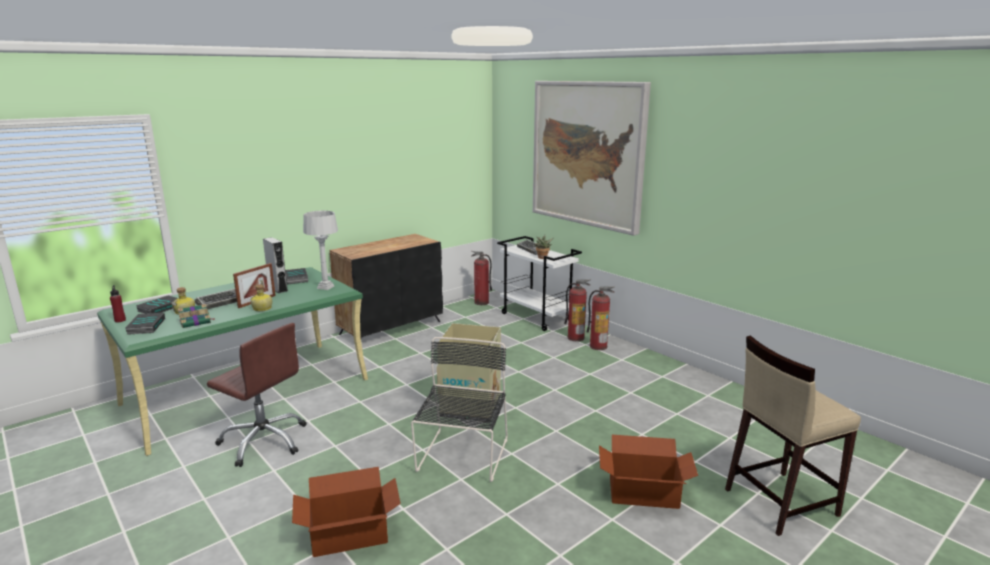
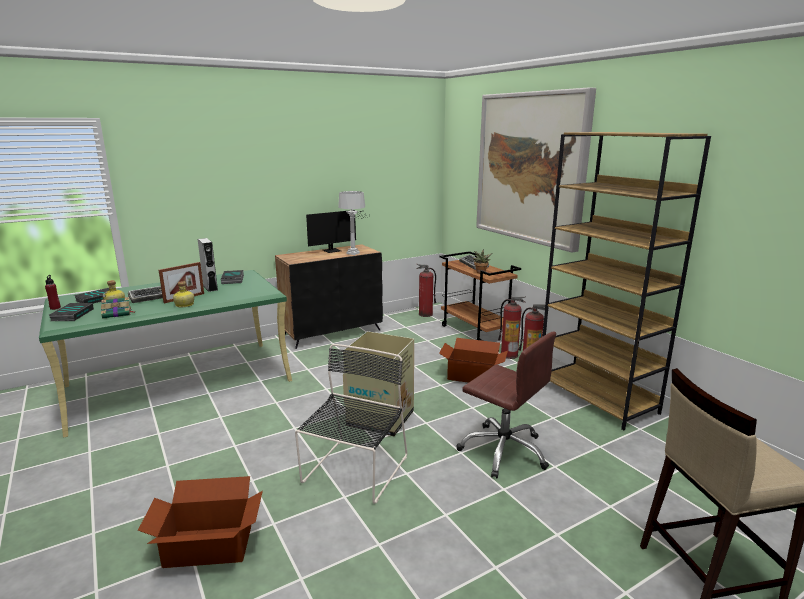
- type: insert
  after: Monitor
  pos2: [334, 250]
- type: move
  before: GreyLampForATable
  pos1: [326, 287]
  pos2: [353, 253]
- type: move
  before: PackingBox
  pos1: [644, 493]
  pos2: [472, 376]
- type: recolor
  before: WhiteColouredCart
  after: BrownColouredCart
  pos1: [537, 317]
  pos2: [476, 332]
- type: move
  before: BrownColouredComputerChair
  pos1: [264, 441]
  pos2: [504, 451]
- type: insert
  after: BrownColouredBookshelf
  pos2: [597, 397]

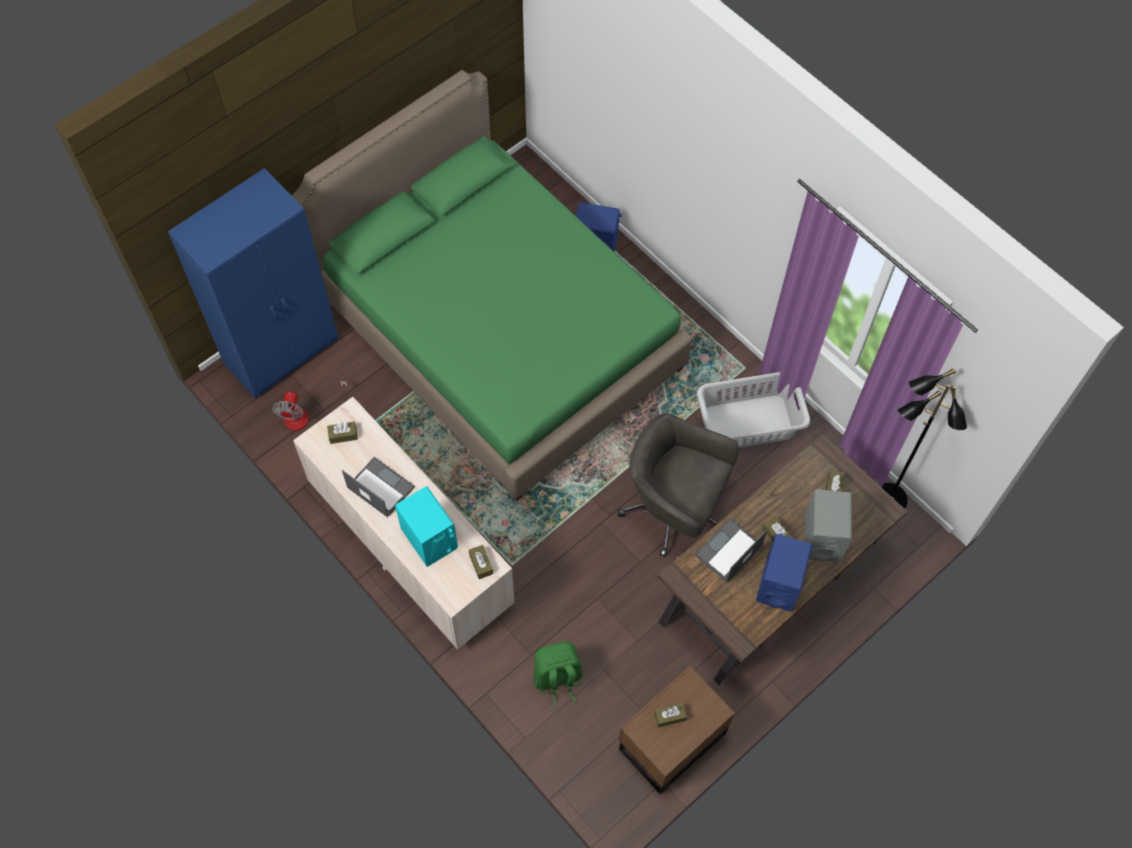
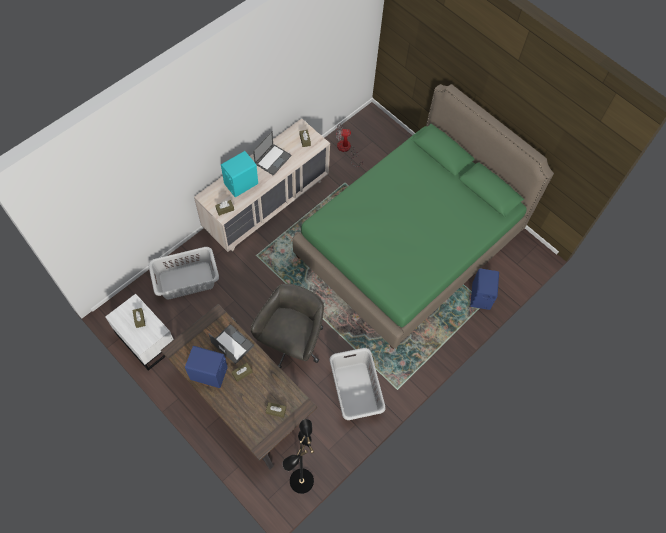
- type: recolor
  before: BrownColouredNightstand
  after: WhiteColouredNightstand
  pos1: [670, 740]
  pos2: [146, 339]
- type: replace
  before: GreenColouredBackpack
  after: GreyLaundryBasket
  pos1: [557, 679]
  pos2: [186, 280]
- type: delete
  before: BluishClothesCupboard
  pos1: [283, 352]
- type: delete
  before: GreySpeaker
  pos1: [822, 537]

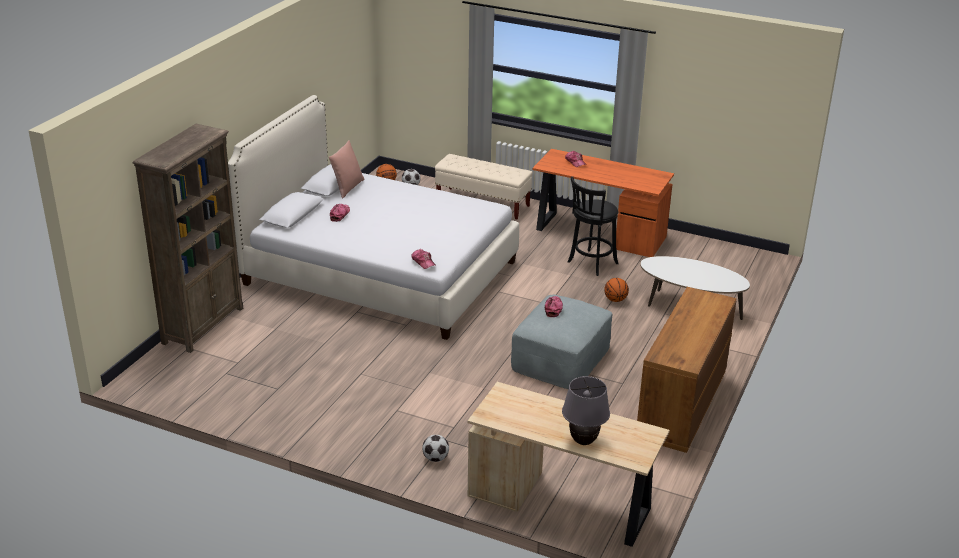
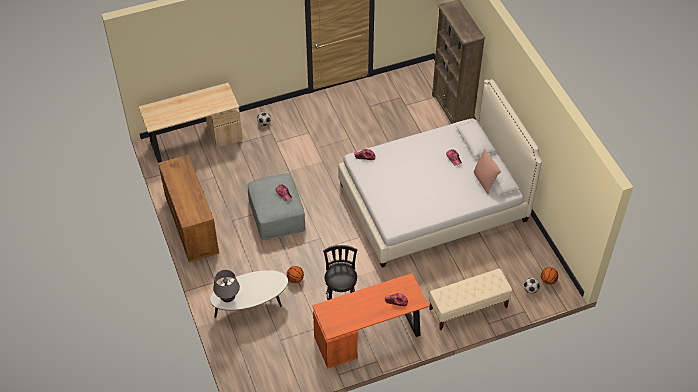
- type: move
  before: GreyLampForATable
  pos1: [583, 441]
  pos2: [228, 299]

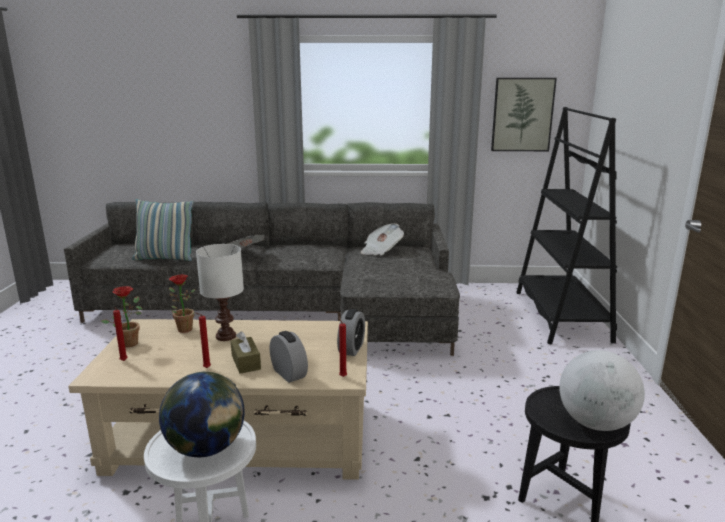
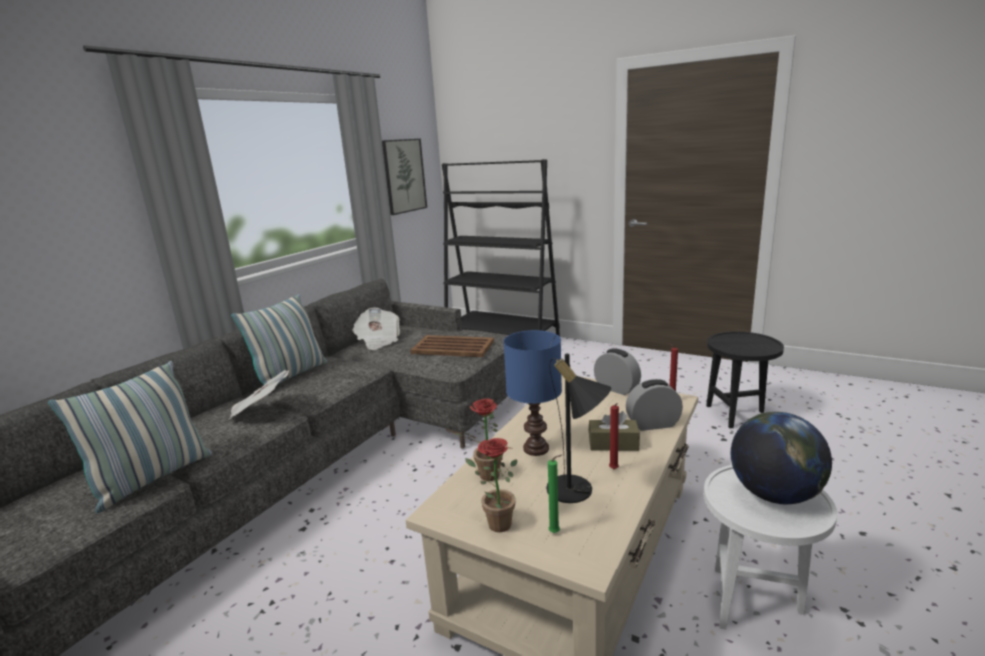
- type: insert
  after: ThrowPillow
  pos2: [290, 376]
- type: insert
  after: BrownColouredTray
  pos2: [453, 347]
- type: recolor
  before: WhiteColouredLampForATable
  after: BluishLampForATable
  pos1: [225, 336]
  pos2: [535, 449]
- type: insert
  after: BlackLampForATable
  pos2: [577, 492]
- type: recolor
  before: ReddishCandle
  after: GreenColouredCandle
  pos1: [123, 361]
  pos2: [556, 533]
- type: delete
  before: WorldGlobe
  pos1: [595, 423]

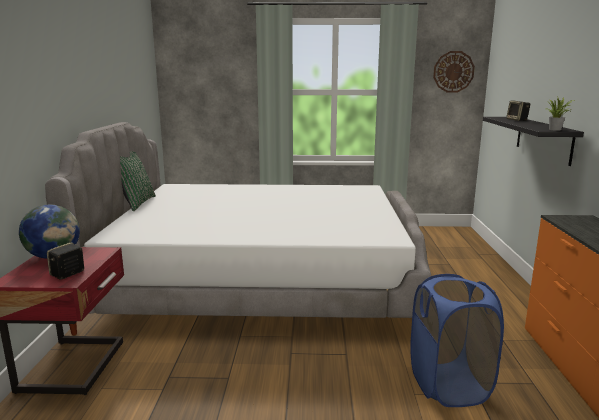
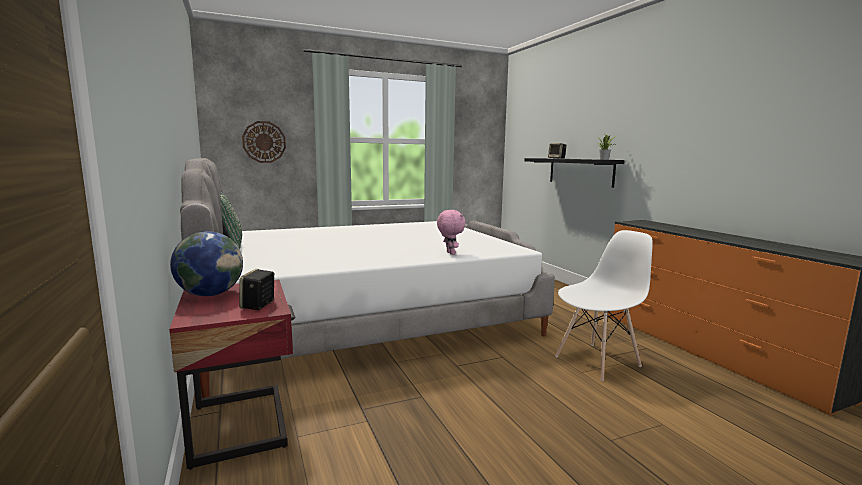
- type: move
  before: ClockOnTheWall
  pos1: [453, 72]
  pos2: [264, 142]
- type: insert
  after: PinkCuddlyToy
  pos2: [450, 253]
- type: replace
  before: BluishLaundryBasket
  after: WhiteColouredUprightChair
  pos1: [449, 385]
  pos2: [597, 361]

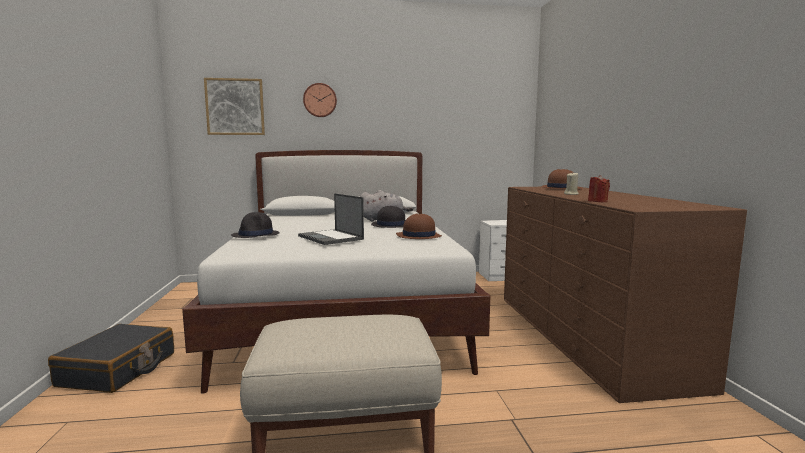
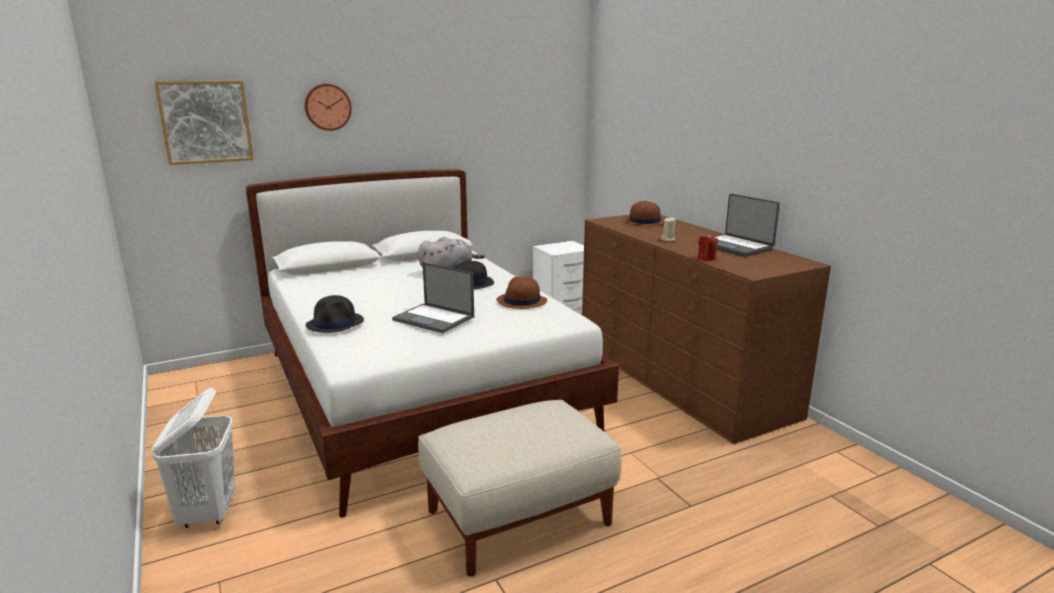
- type: replace
  before: BlackPieceOfLuggage
  after: WhiteColouredLaundryBasket
  pos1: [118, 370]
  pos2: [208, 512]
- type: insert
  after: NotebookComputer
  pos2: [736, 247]

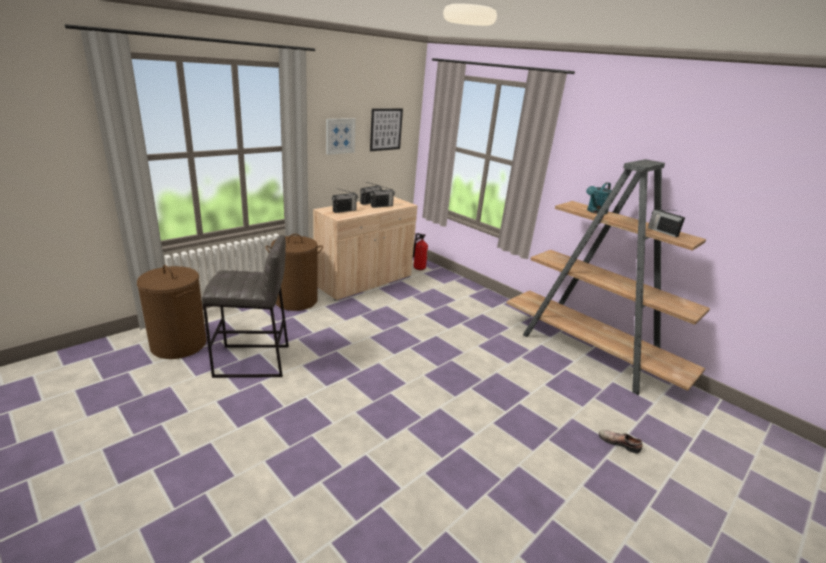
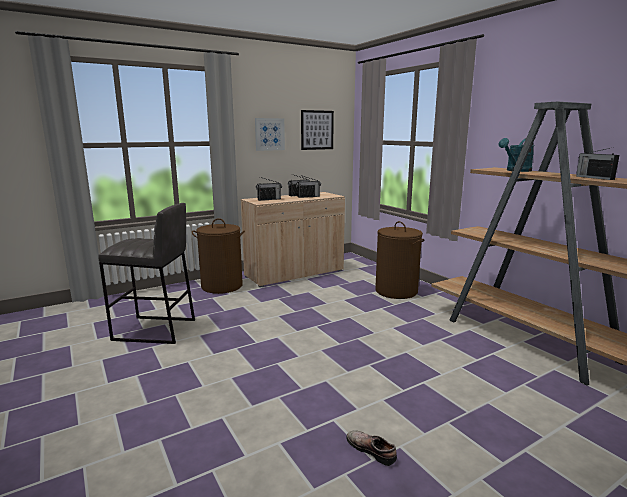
- type: move
  before: ItemOfFootwear
  pos1: [618, 442]
  pos2: [372, 449]
- type: move
  before: BrownColouredLaundryBasket
  pos1: [179, 344]
  pos2: [396, 291]
- type: delete
  before: FireExtinguisher
  pos1: [417, 268]

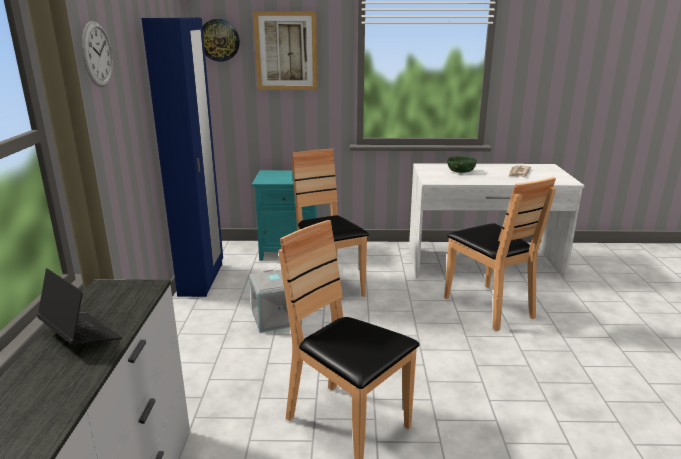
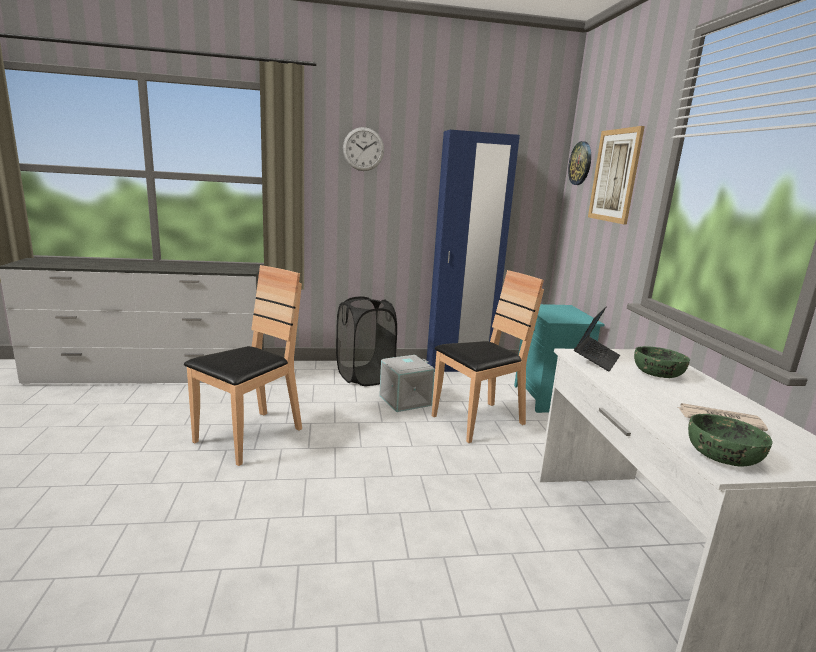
- type: insert
  after: BlackLaundryBasket
  pos2: [364, 376]
- type: move
  before: NotebookComputer
  pos1: [80, 335]
  pos2: [596, 359]
- type: insert
  after: GreenColouredDeepDish
  pos2: [723, 456]
- type: delete
  before: BrownColouredUprightChair
  pos1: [488, 306]

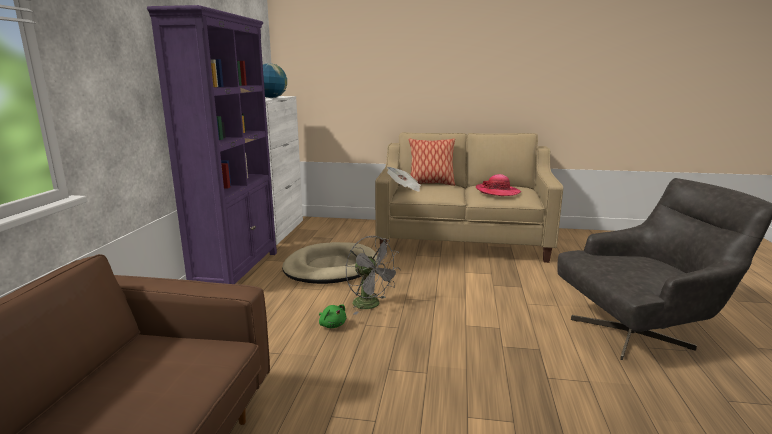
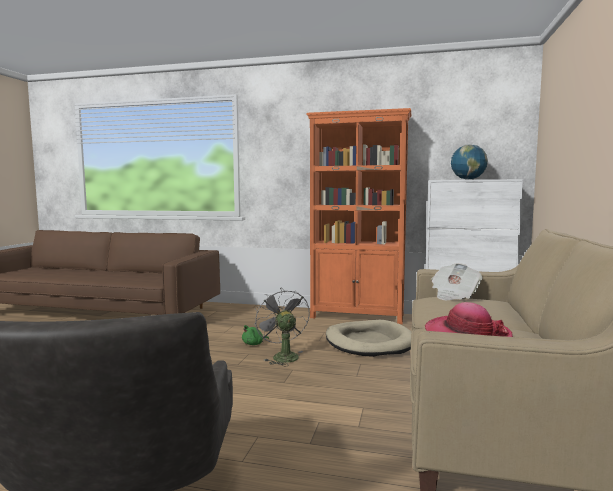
- type: rotate
  before: GreyElectricFan
  pos1: [371, 305]
  pos2: [282, 356]
  turn: 105
- type: recolor
  before: PurpleColouredBookshelf
  after: OrangeBookshelf
  pos1: [237, 271]
  pos2: [358, 316]
- type: delete
  before: ThrowPillow
  pos1: [431, 184]

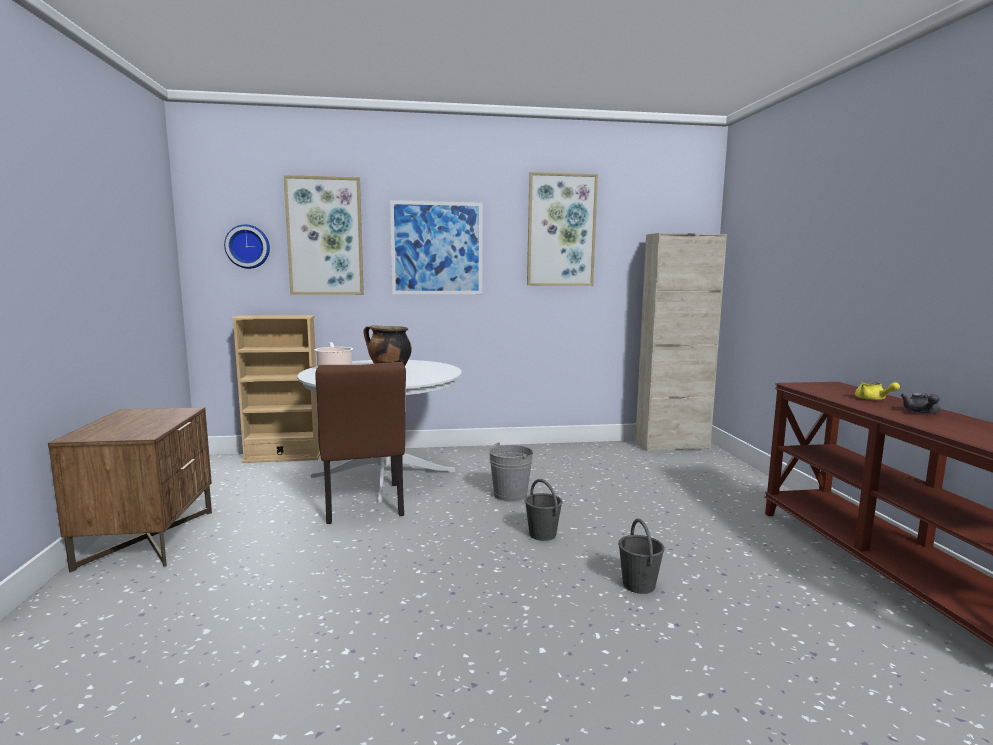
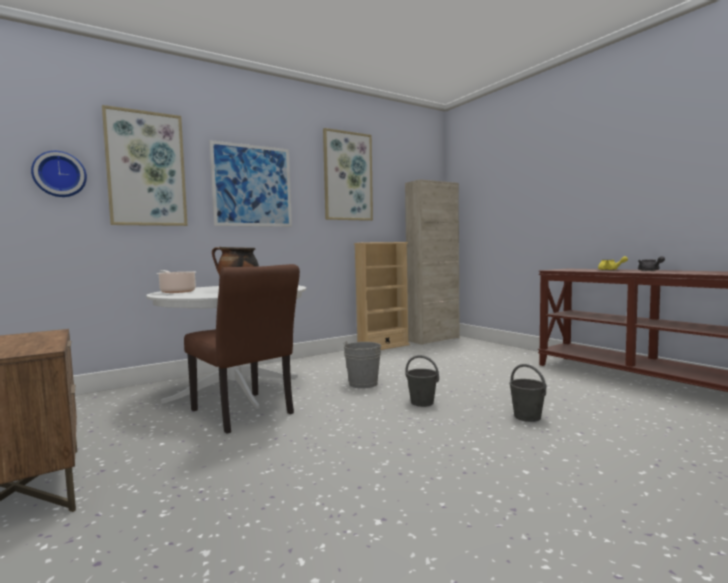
- type: move
  before: BeigeBookshelf
  pos1: [283, 457]
  pos2: [383, 347]

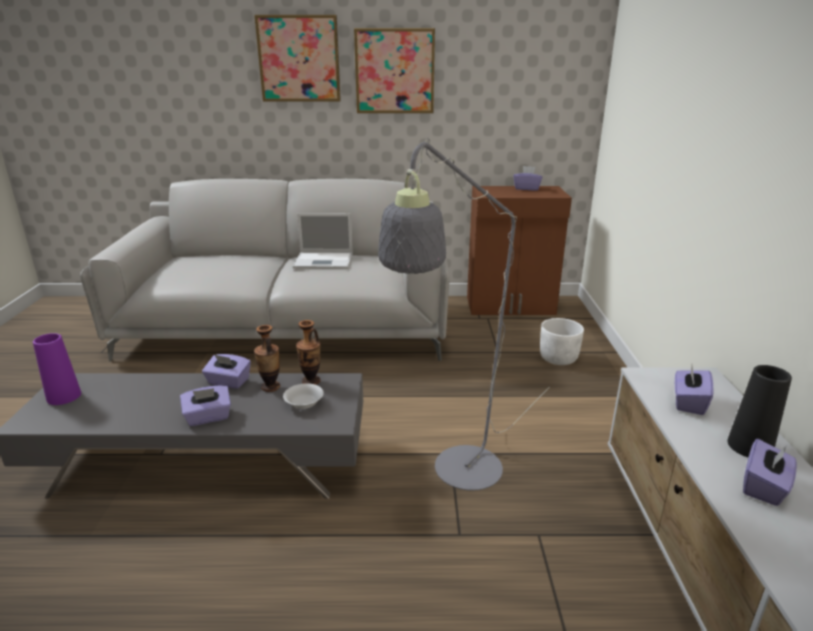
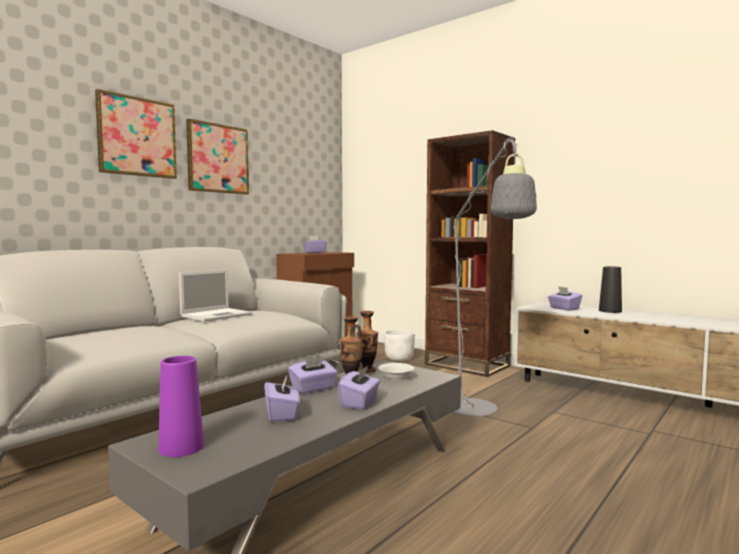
- type: move
  before: PurpleColouredBoxOfTissues
  pos1: [764, 487]
  pos2: [282, 414]
- type: insert
  after: BrownColouredBookshelf
  pos2: [466, 365]

